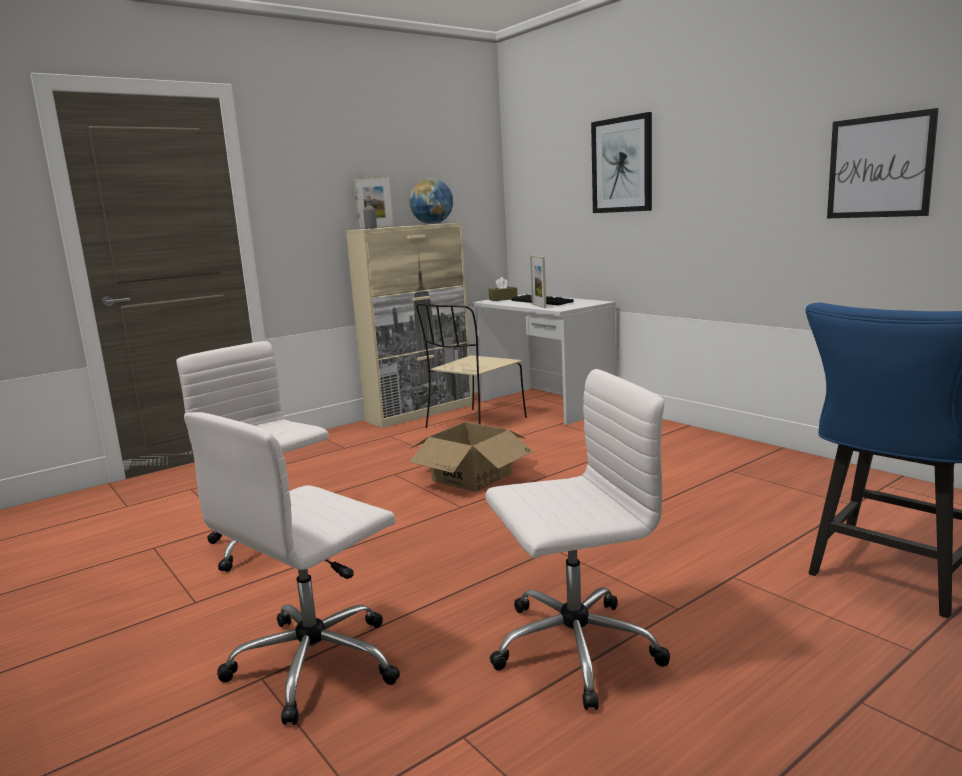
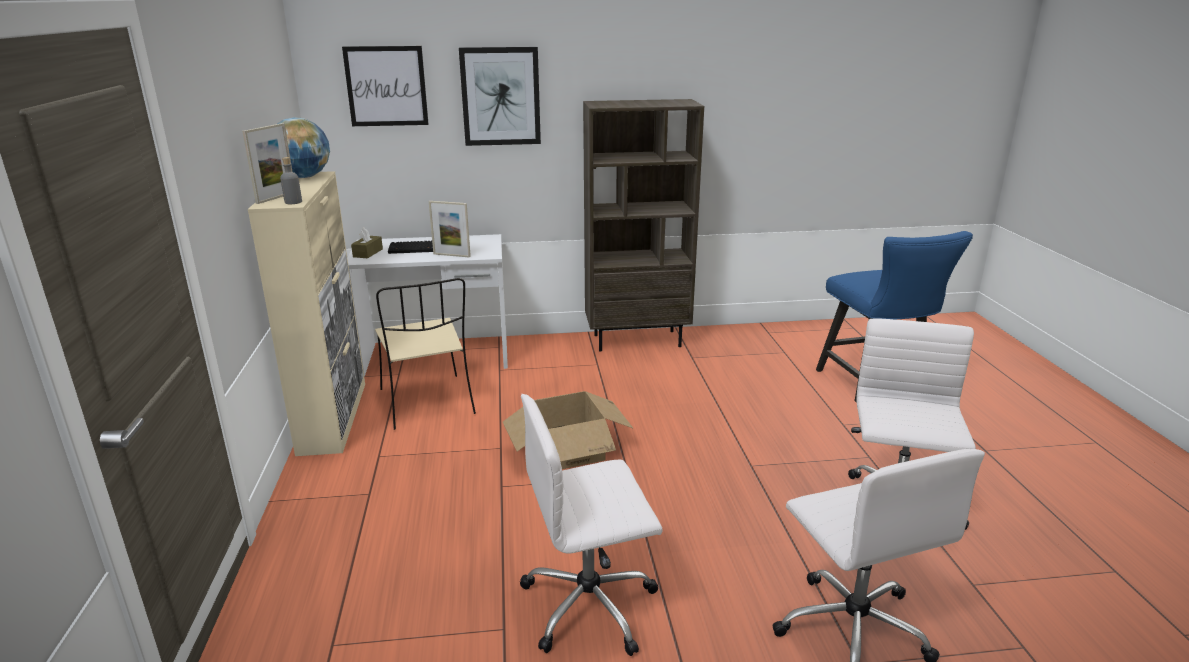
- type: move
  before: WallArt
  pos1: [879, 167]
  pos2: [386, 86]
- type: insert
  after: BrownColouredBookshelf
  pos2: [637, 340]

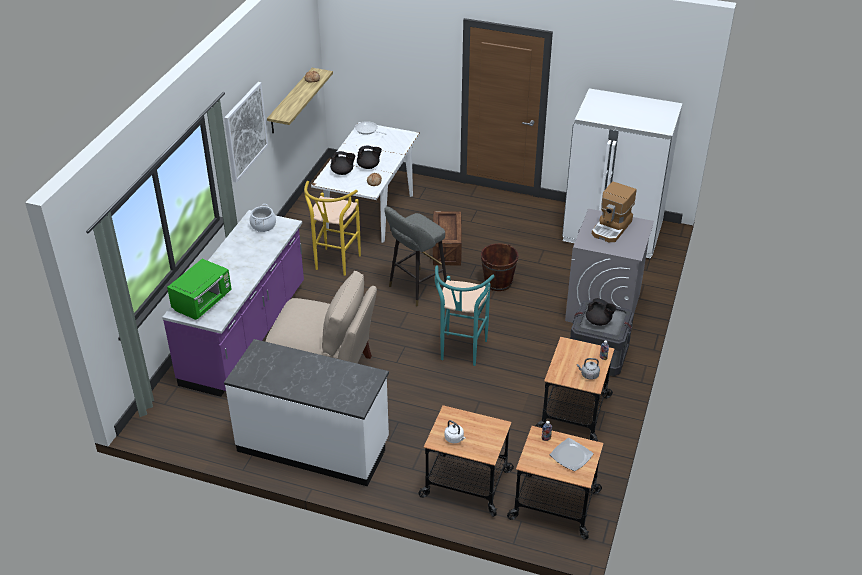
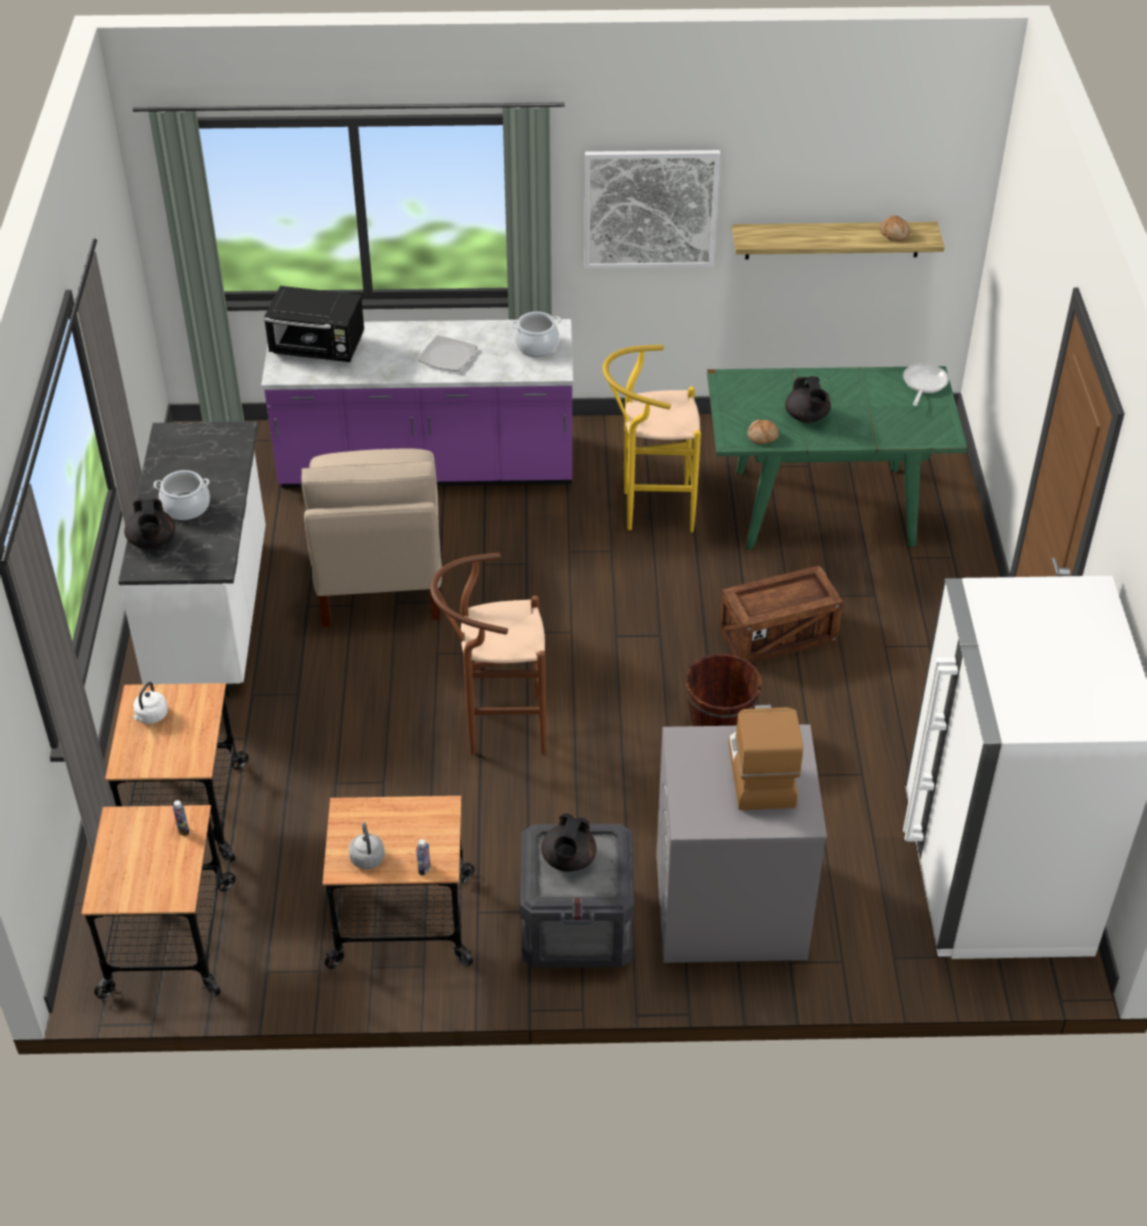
- type: move
  before: BlackPotForTea
  pos1: [343, 172]
  pos2: [152, 542]
- type: insert
  after: CookingPot
  pos2: [186, 507]
- type: recolor
  before: GreenColouredMicrowave
  after: BlackMicrowave
  pos1: [203, 302]
  pos2: [318, 348]
- type: move
  before: DinnerPlate
  pos1: [571, 456]
  pos2: [448, 356]
- type: recolor
  before: BlueGreenStool
  after: BrownColouredStool
  pos1: [461, 353]
  pos2: [496, 728]
- type: recolor
  before: WhiteColouredDinnerTable
  after: GreenColouredDinnerTable
  pos1: [369, 213]
  pos2: [822, 508]
- type: rotate
  before: CoffeeMaker
  pos1: [612, 228]
  pos2: [759, 773]
  turn: 75
- type: delete
  before: GreyStool
  pos1: [415, 288]

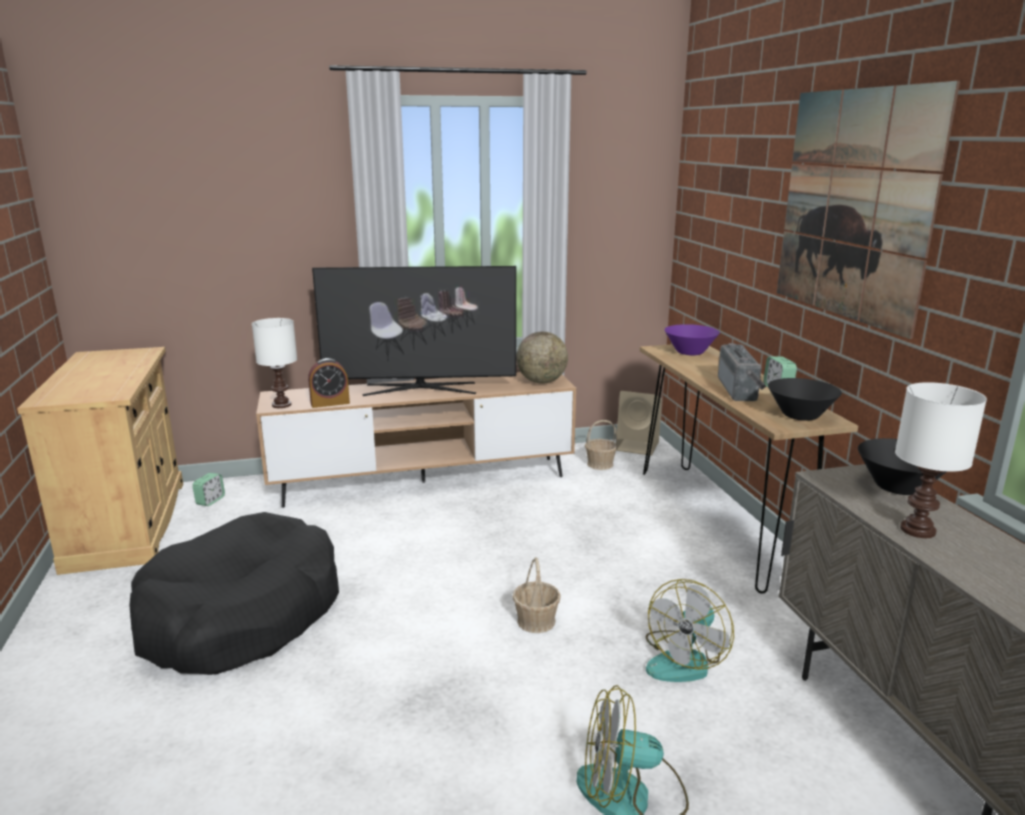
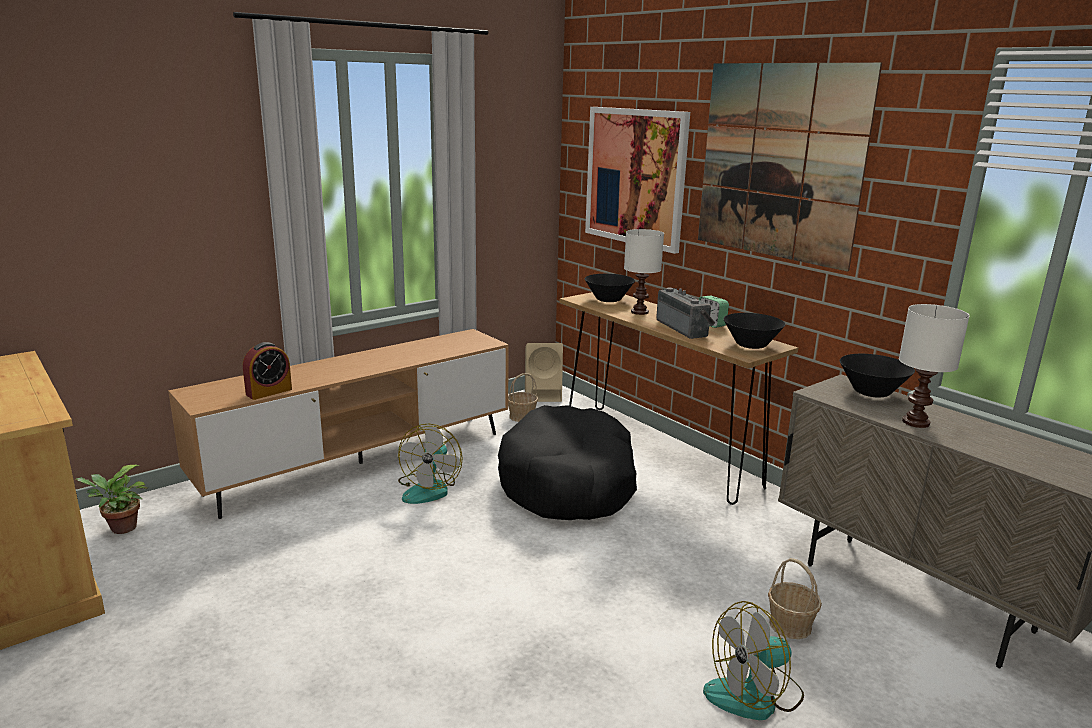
- type: replace
  before: TableClock
  after: PottedPlant
  pos1: [210, 501]
  pos2: [120, 529]
- type: move
  before: ElectricFan
  pos1: [684, 660]
  pos2: [429, 489]
- type: move
  before: BlackPetBed
  pos1: [241, 615]
  pos2: [568, 483]
- type: insert
  after: WallArt
  pos2: [635, 177]
- type: recolor
  before: PurpleColouredDeepDish
  after: BlackDeepDish
  pos1: [689, 352]
  pos2: [608, 300]
- type: move
  before: WhiteColouredLampForATable
  pos1: [281, 405]
  pos2: [639, 312]
- type: move
  before: StorageBasket
  pos1: [536, 621]
  pos2: [790, 625]
- type: delete
  before: TvSet
  pos1: [419, 389]
- type: delete
  before: WorldGlobe
  pos1: [541, 382]

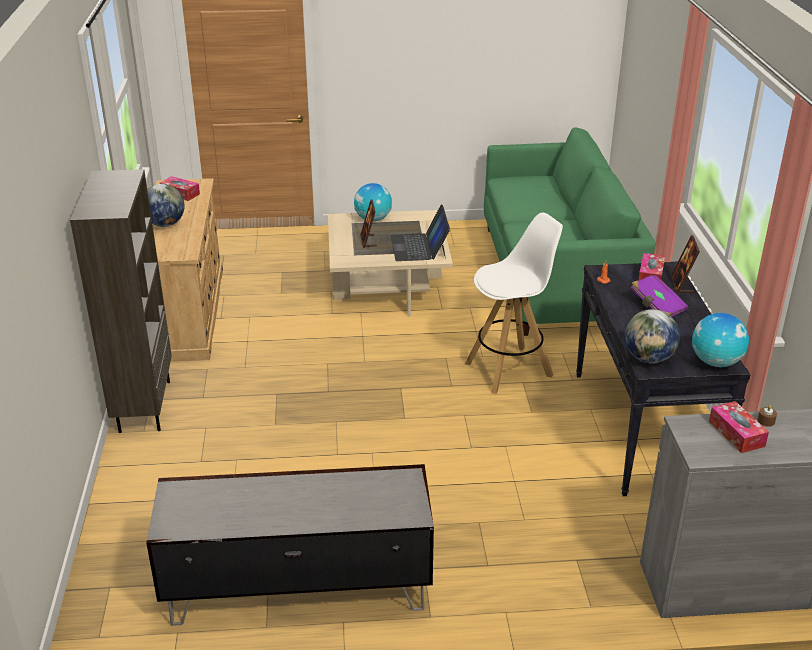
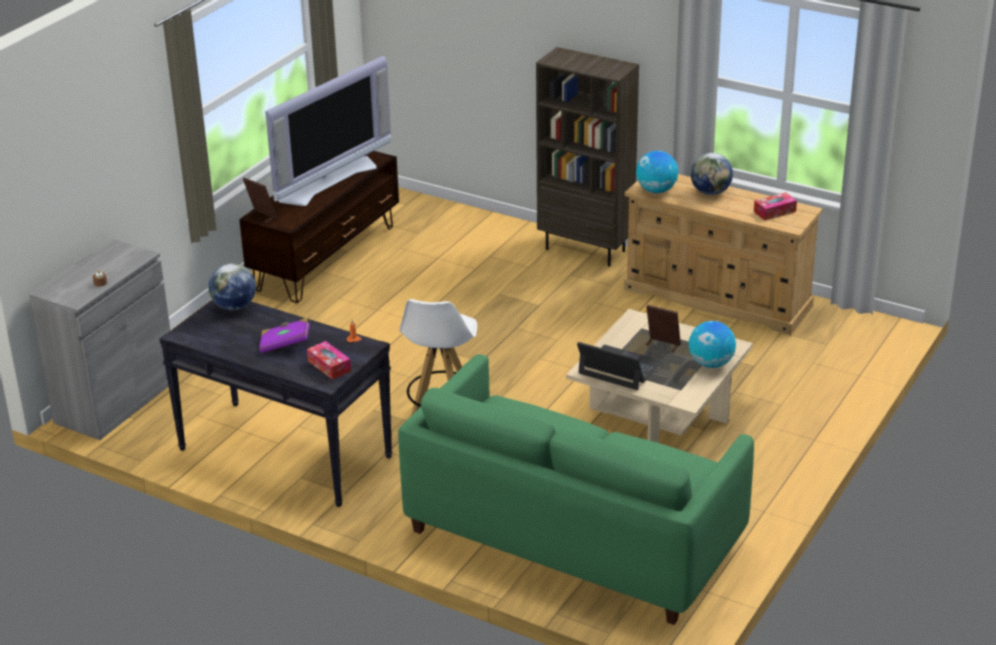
- type: recolor
  before: GreyTvStand
  after: BrownColouredTvStand
  pos1: [298, 588]
  pos2: [326, 257]
- type: move
  before: PictureFrame
  pos1: [681, 285]
  pos2: [261, 216]
- type: insert
  after: TvSet
  pos2: [328, 181]
- type: move
  before: WorldGlobe
  pos1: [716, 362]
  pos2: [656, 190]
- type: delete
  before: BoxOfTissues
  pos1: [736, 433]

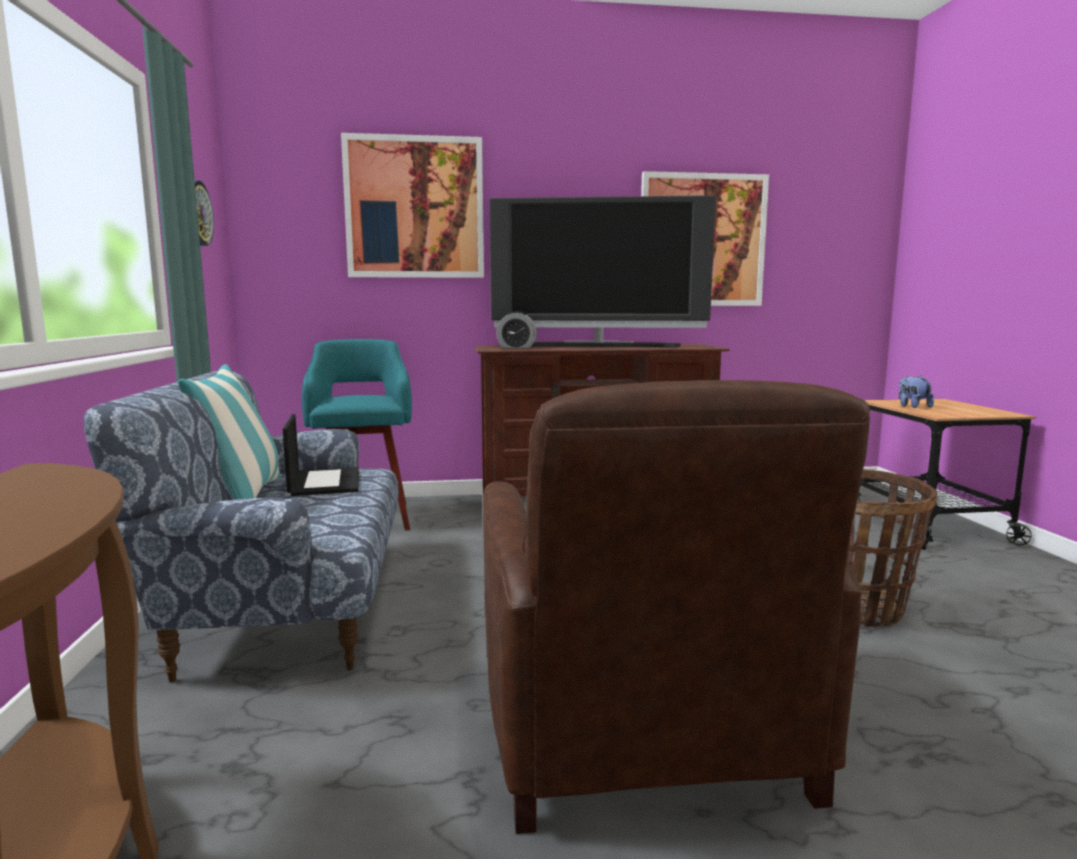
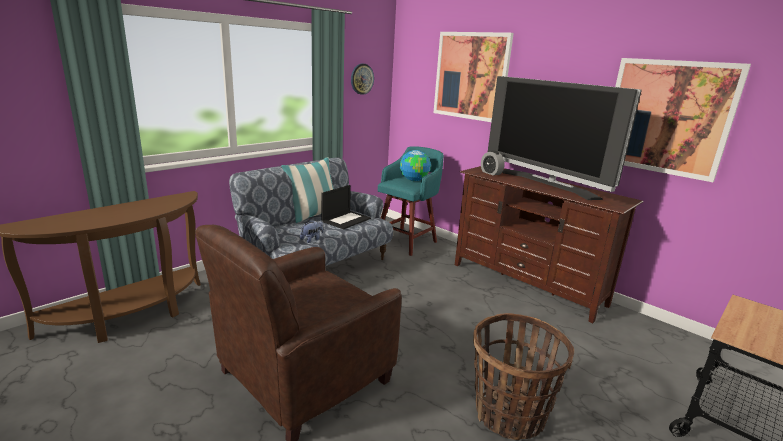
- type: move
  before: CuddlyToy
  pos1: [912, 406]
  pos2: [312, 239]
- type: insert
  after: WorldGlobe
  pos2: [414, 180]

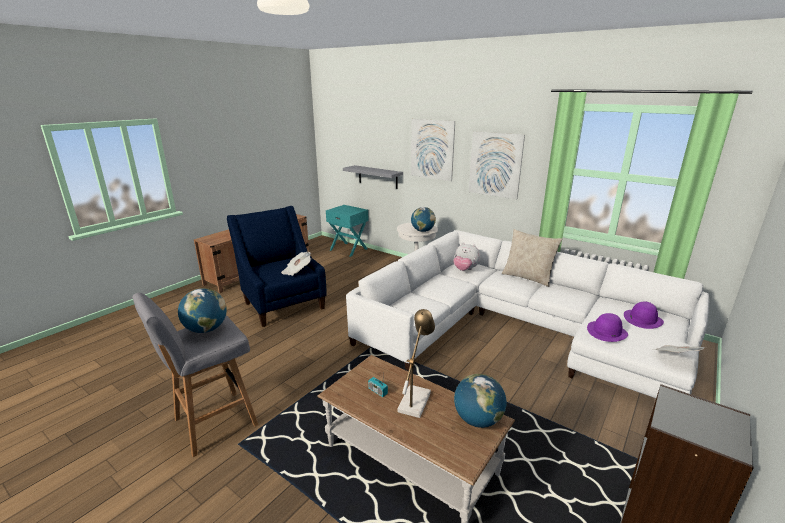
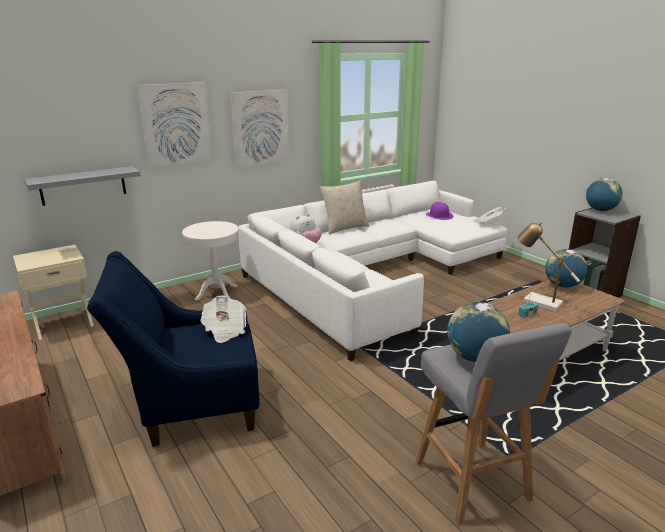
- type: recolor
  before: BlueGreenNightstand
  after: BeigeNightstand
  pos1: [349, 249]
  pos2: [63, 322]
- type: move
  before: WorldGlobe
  pos1: [422, 231]
  pos2: [600, 210]
- type: delete
  before: PurpleColouredClothingHat
  pos1: [607, 331]

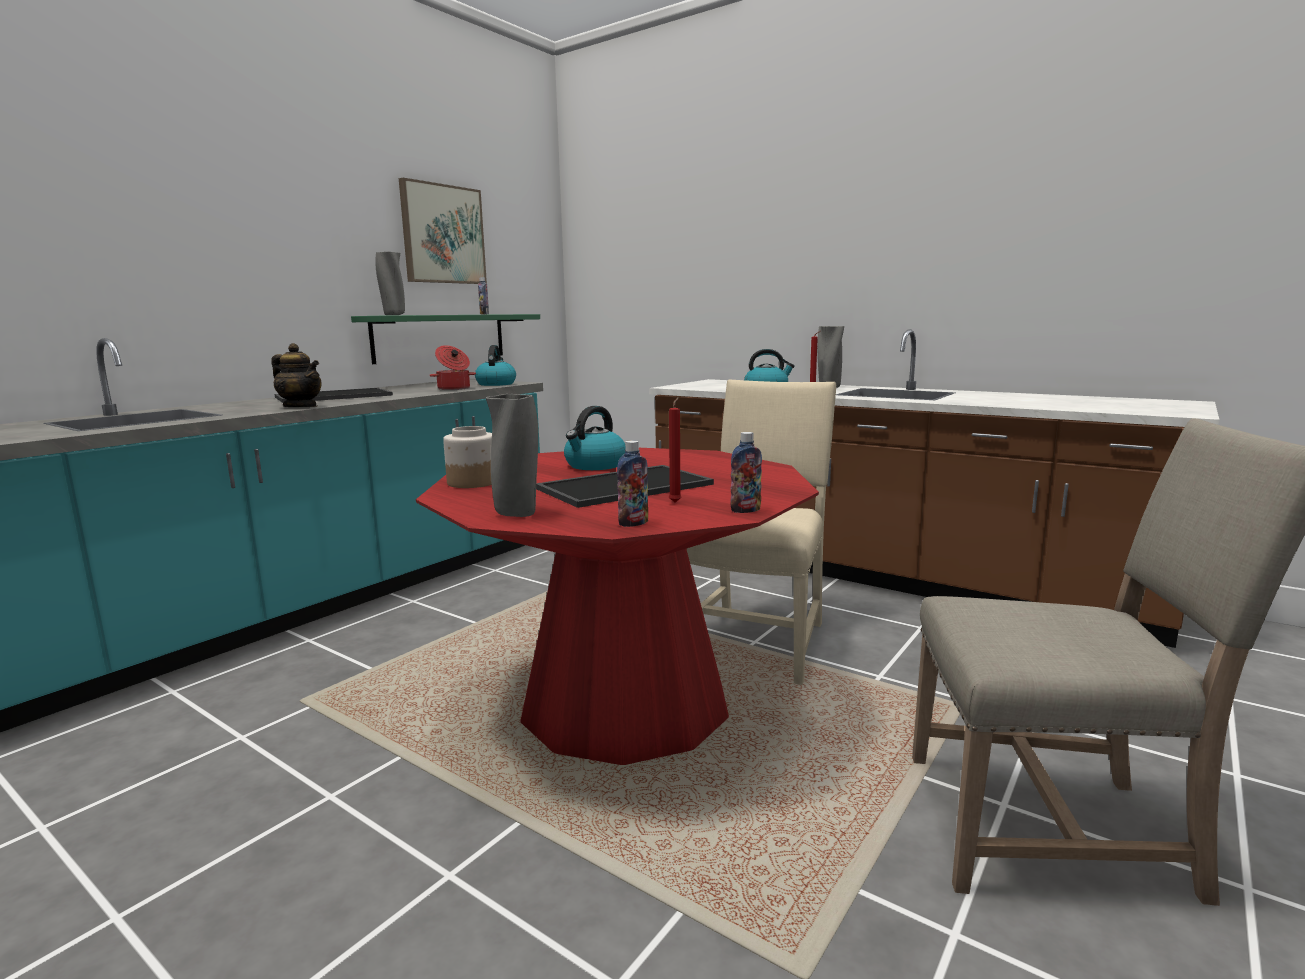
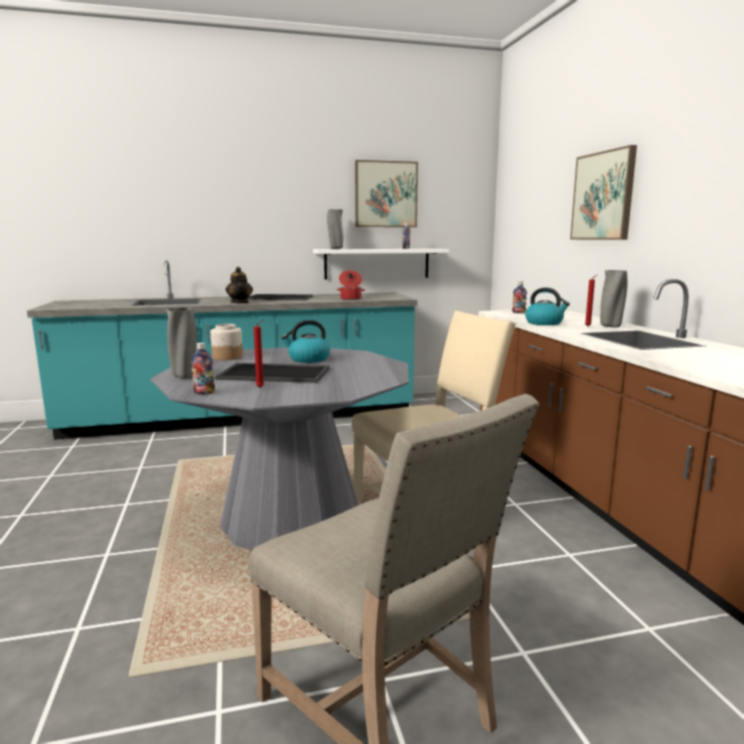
- type: recolor
  before: ReddishDinnerTable
  after: GreyDinnerTable
  pos1: [625, 704]
  pos2: [291, 518]
- type: recolor
  before: GreenColouredWallShelf
  after: WhiteColouredWallShelf
  pos1: [440, 337]
  pos2: [377, 263]
- type: move
  before: Bottle
  pos1: [745, 510]
  pos2: [518, 312]
- type: insert
  after: WallArt
  pos2: [603, 196]
- type: delete
  before: TeaKettle
  pos1: [496, 384]

